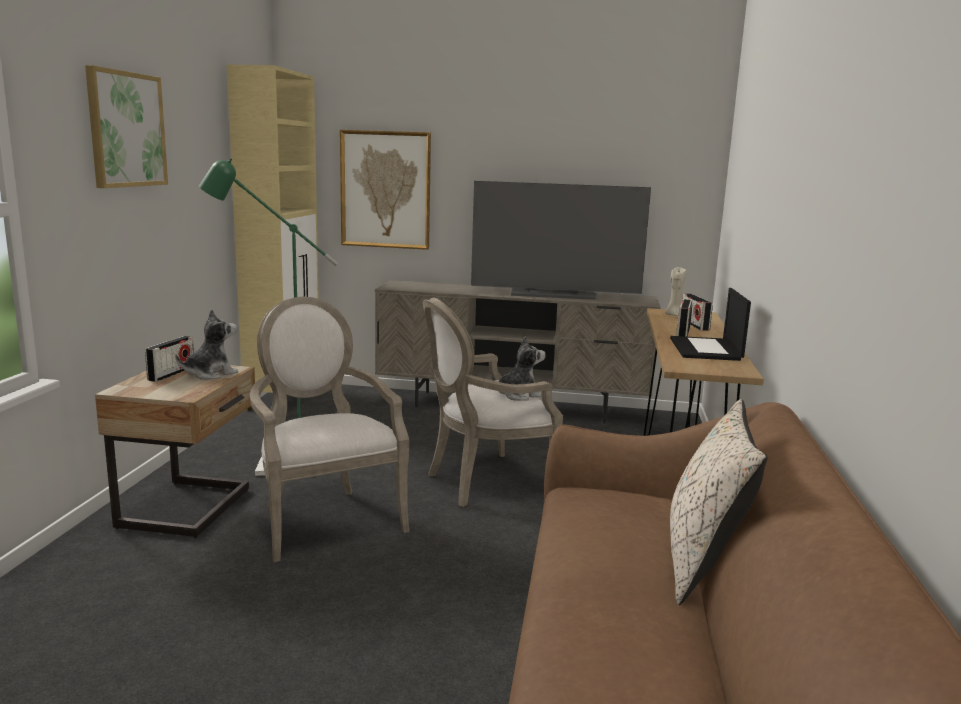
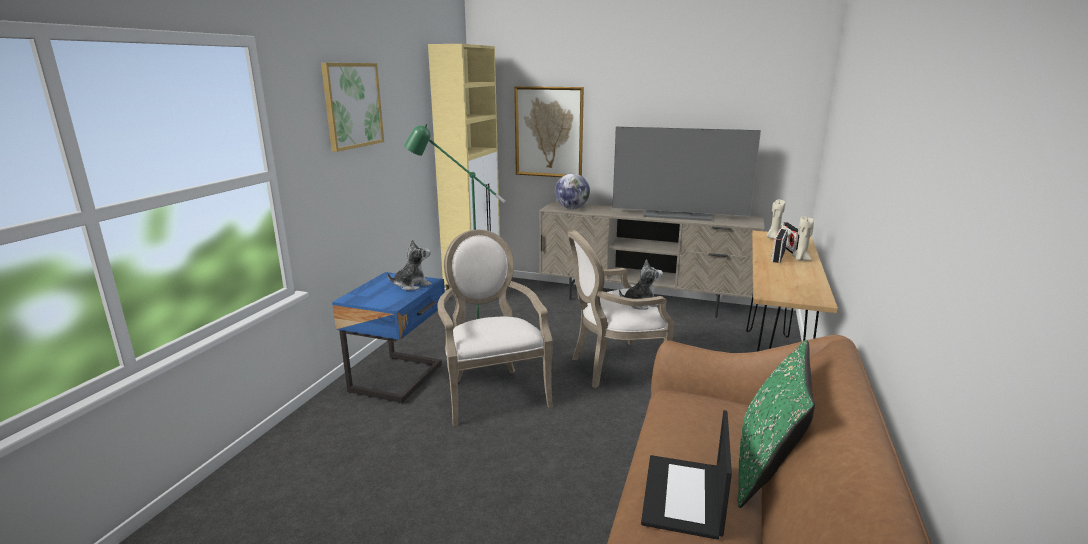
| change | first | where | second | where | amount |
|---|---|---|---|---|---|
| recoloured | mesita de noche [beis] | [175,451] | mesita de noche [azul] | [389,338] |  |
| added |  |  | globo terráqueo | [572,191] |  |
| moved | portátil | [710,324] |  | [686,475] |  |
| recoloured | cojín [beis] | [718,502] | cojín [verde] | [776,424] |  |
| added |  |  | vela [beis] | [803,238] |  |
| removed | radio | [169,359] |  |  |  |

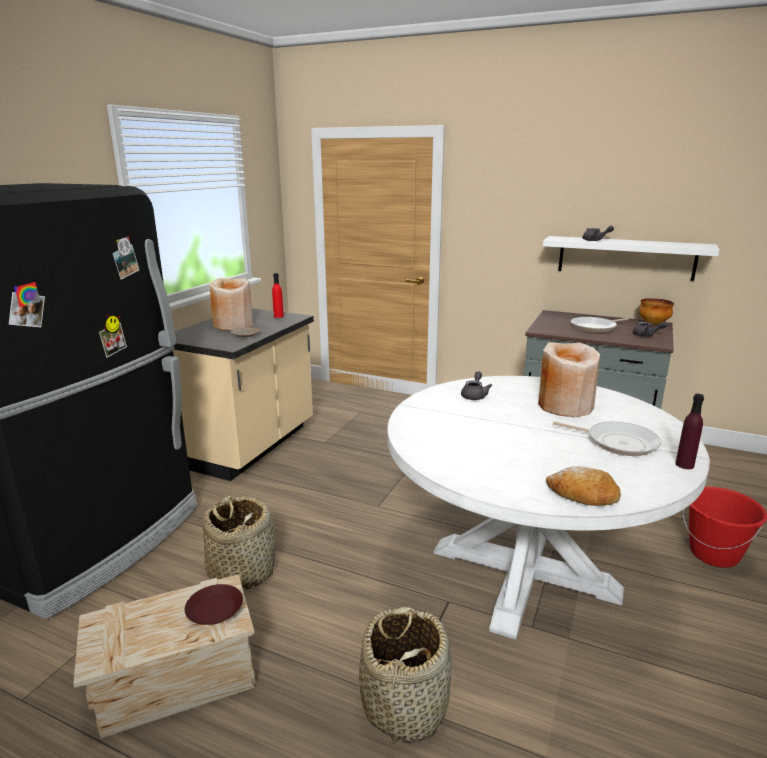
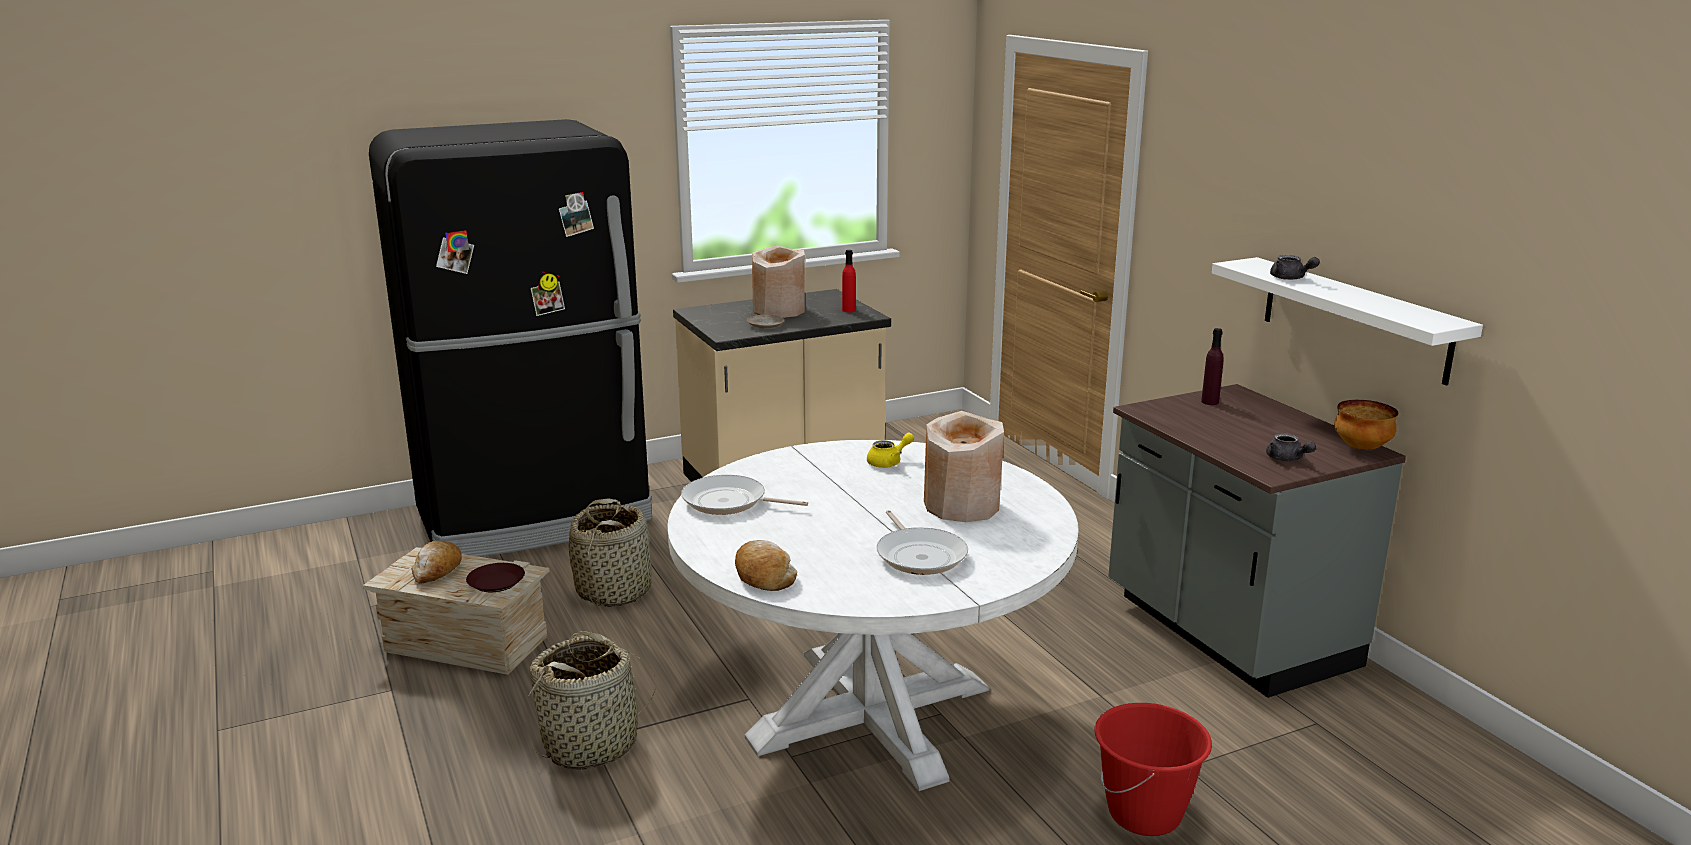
| change | first | where | second | where | amount |
|---|---|---|---|---|---|
| added |  |  | pan | [436,562] |  |
| moved | sartén | [600,325] |  | [744,495] |  |
| recoloured | tetera [gris] | [476,385] | tetera [amarillo] | [890,450] |  |
| moved | botella [morado] | [689,431] |  | [1212,366] |  |

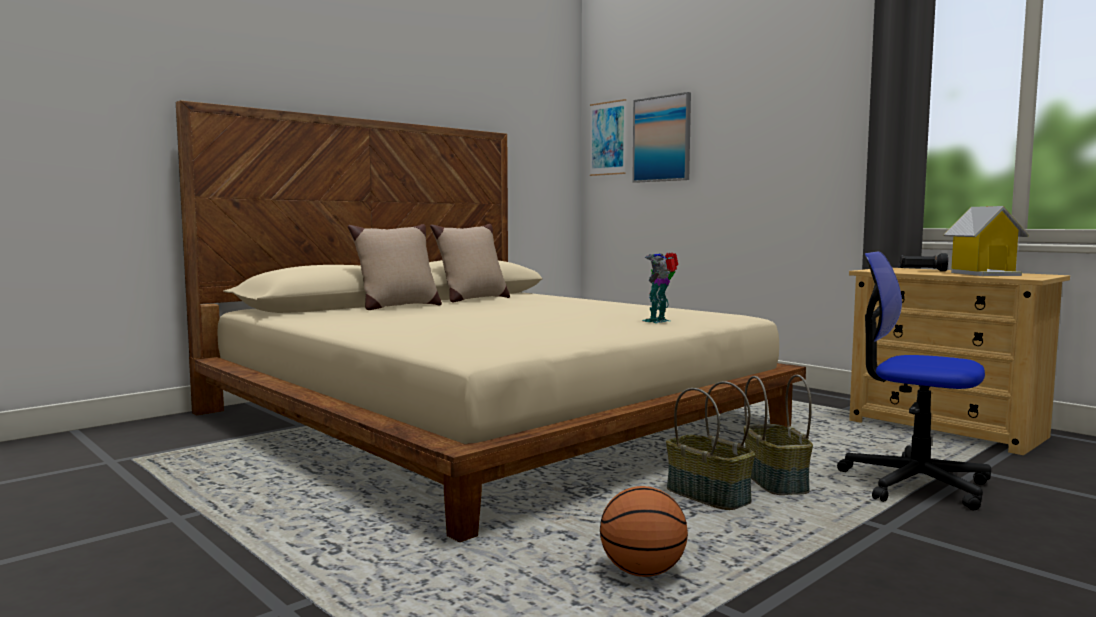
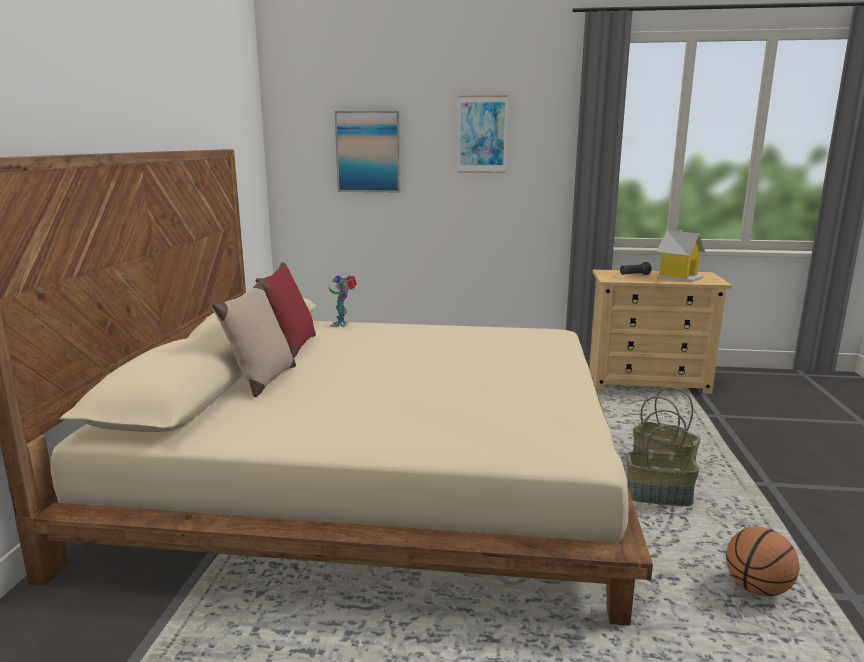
| change | first | where | second | where | amount |
|---|---|---|---|---|---|
| recoloured | cojín [beis] | [470,263] | cojín [rojo] | [286,310] |  |
| moved | robot de juguete | [660,288] |  | [343,301] |  |
| moved | cuadro | [608,137] |  | [483,134] |  |
| removed | silla de oficina | [914,381] |  |  |  |

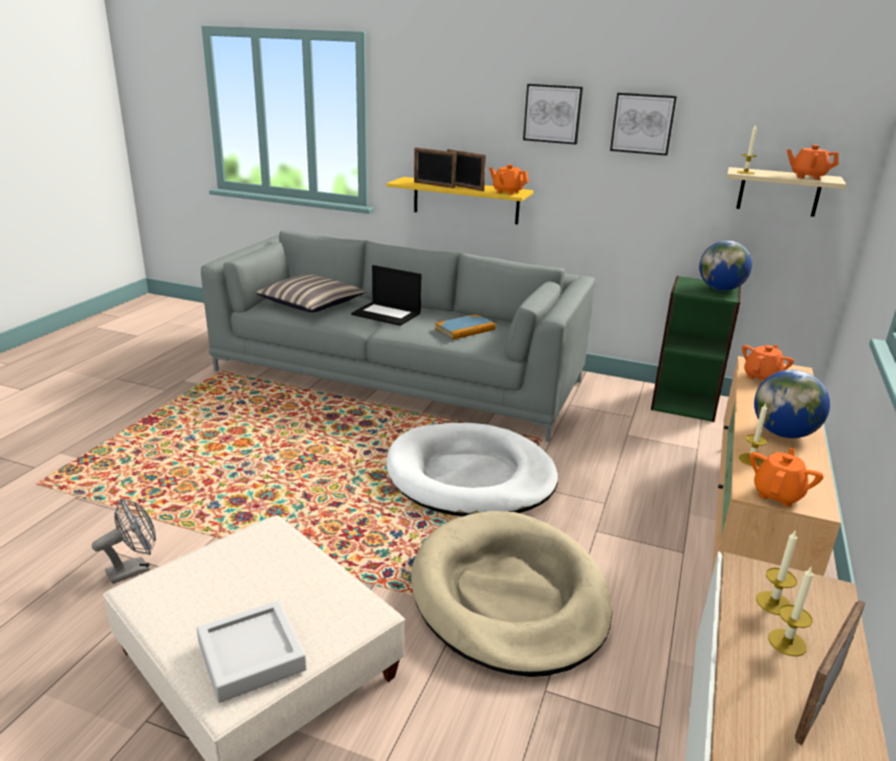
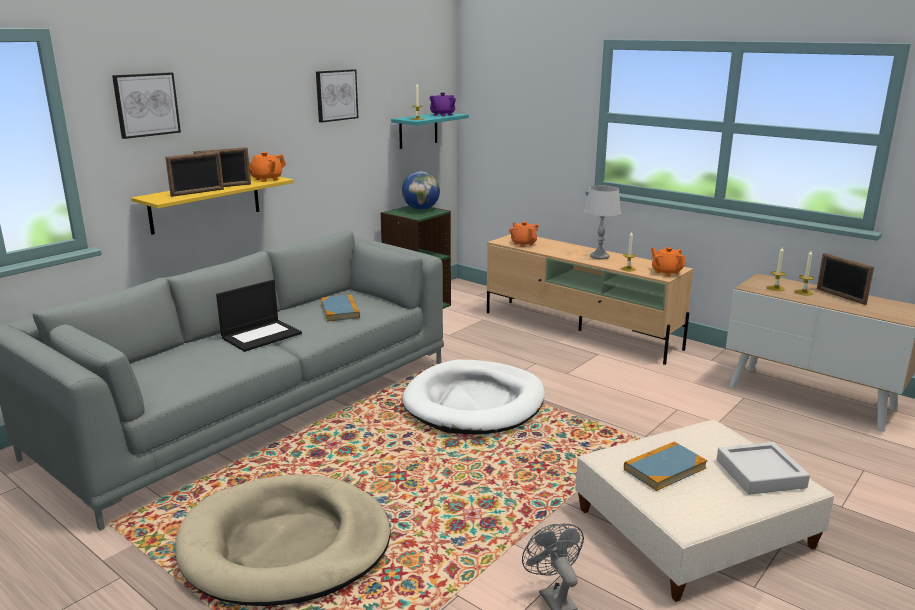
| change | first | where | second | where | amount |
|---|---|---|---|---|---|
| moved | cuadro | [553,114] |  | [146,105] |  |
| moved | cama para perro [beis] | [511,594] |  | [283,540] |  |
| recoloured | estante [beis] | [787,192] | estante [turquesa] | [430,131] |  |
| recoloured | tetera [naranja] | [813,162] | tetera [morado] | [443,104] |  |
| replaced | globo terráqueo | [792,404] | lámpara de mesa [gris] | [602,222] |  |
| added |  |  | libro | [665,466] |  |
| removed | cojín | [311,293] |  |  |  |

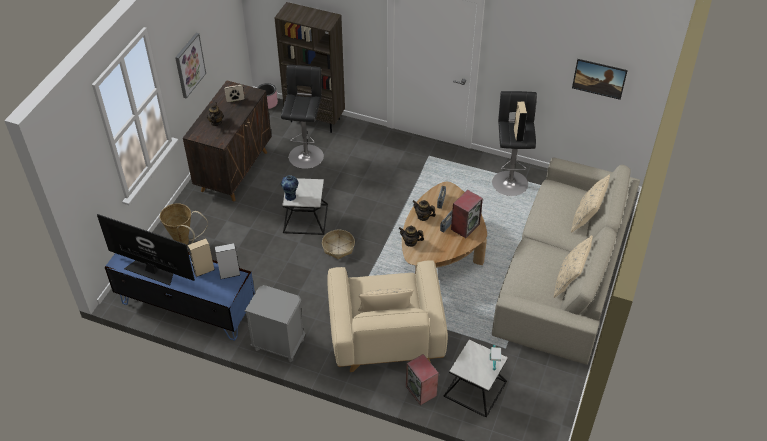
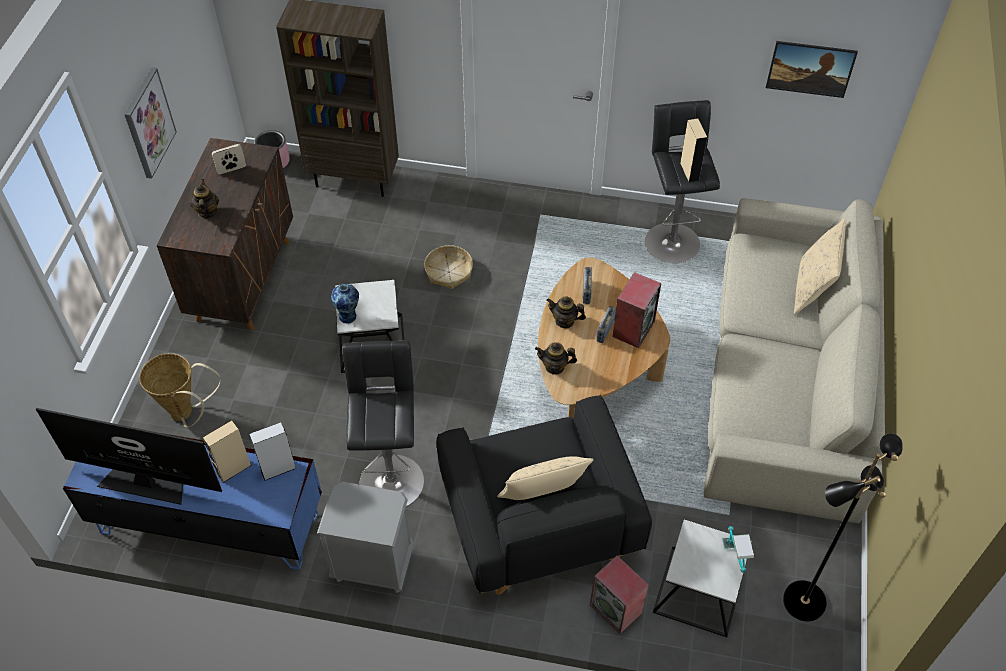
| change | first | where | second | where | amount |
|---|---|---|---|---|---|
| moved | taburete [negro] | [302,117] |  | [383,423] |  |
| moved | cesta | [338,244] |  | [448,267] |  |
| recoloured | sillón [beis] | [387,316] | sillón [negro] | [544,495] |  |
| added |  |  | lámpara de pie [negro] | [843,527] |  |
| removed | cojín [beis] | [573,266] |  |  |  |

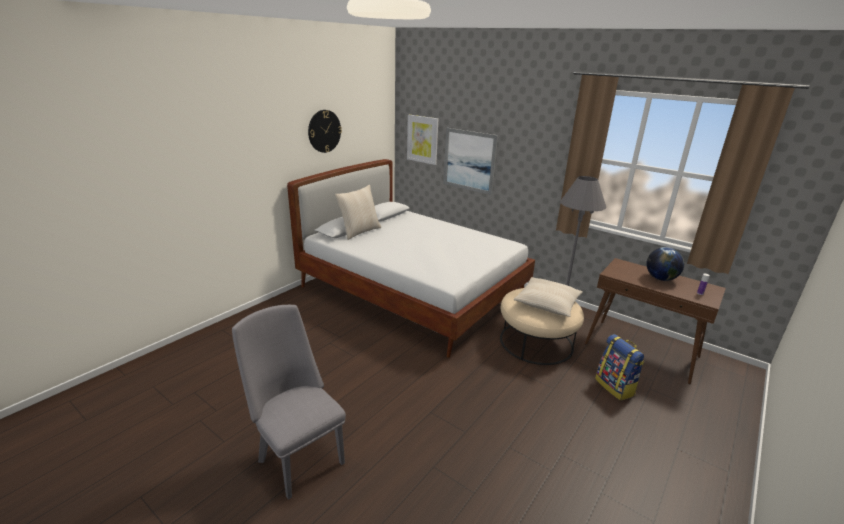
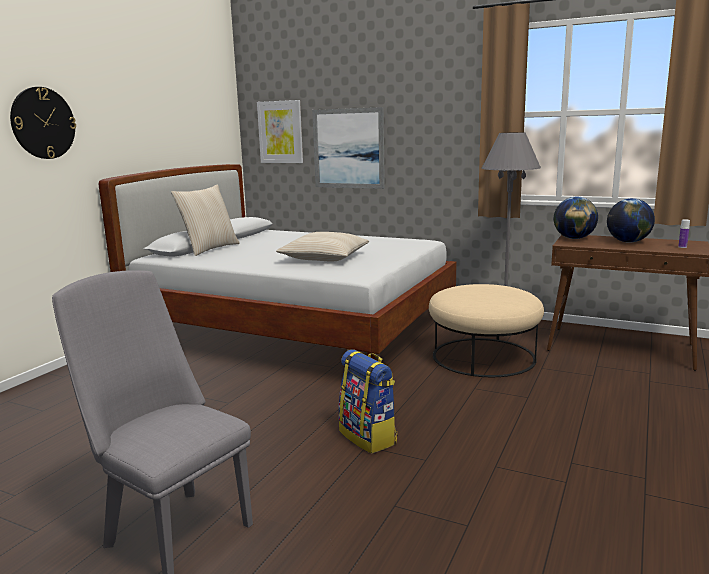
| change | first | where | second | where | amount |
|---|---|---|---|---|---|
| moved | reloj de pared | [325,131] |  | [43,123] |  |
| moved | cojín [beis] | [548,297] |  | [322,247] |  |
| moved | mochila | [619,367] |  | [368,401] |  |
| added |  |  | globo terráqueo | [576,218] |  |

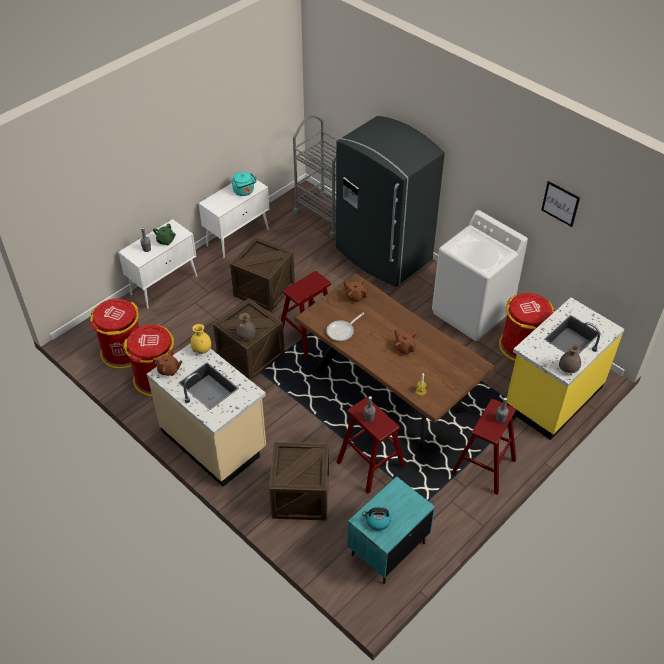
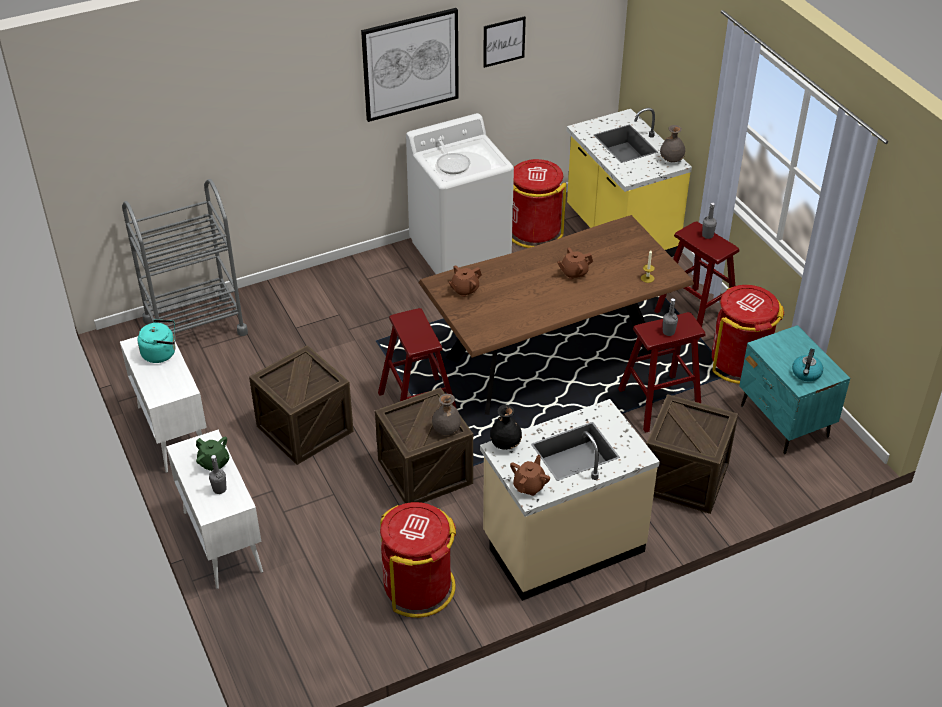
| change | first | where | second | where | amount |
|---|---|---|---|---|---|
| added |  |  | cuadro | [410,65] |  |
| moved | sartén | [346,327] |  | [453,156] |  |
| recoloured | florero [amarillo] | [201,339] | florero [negro] | [506,427] |  |
| moved | papelera [rojo] | [114,334] |  | [748,334] |  |
| removed | nevera [gris] | [390,201] |  |  |  |

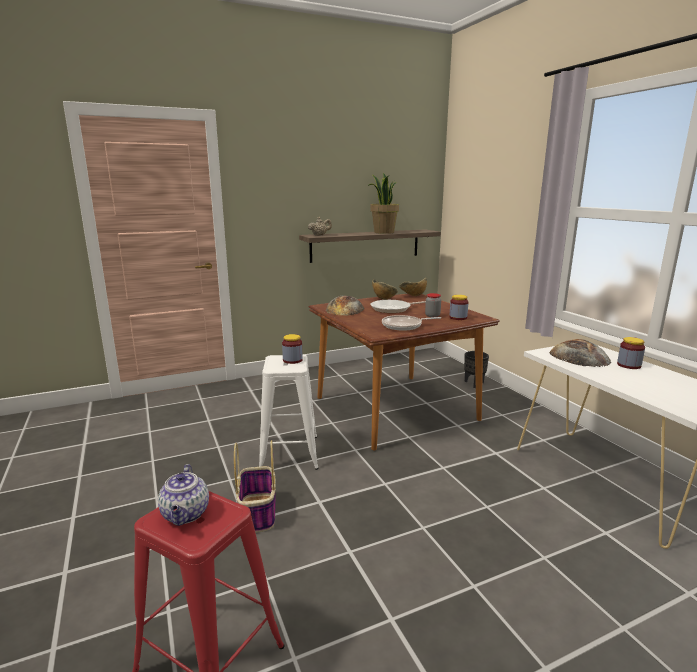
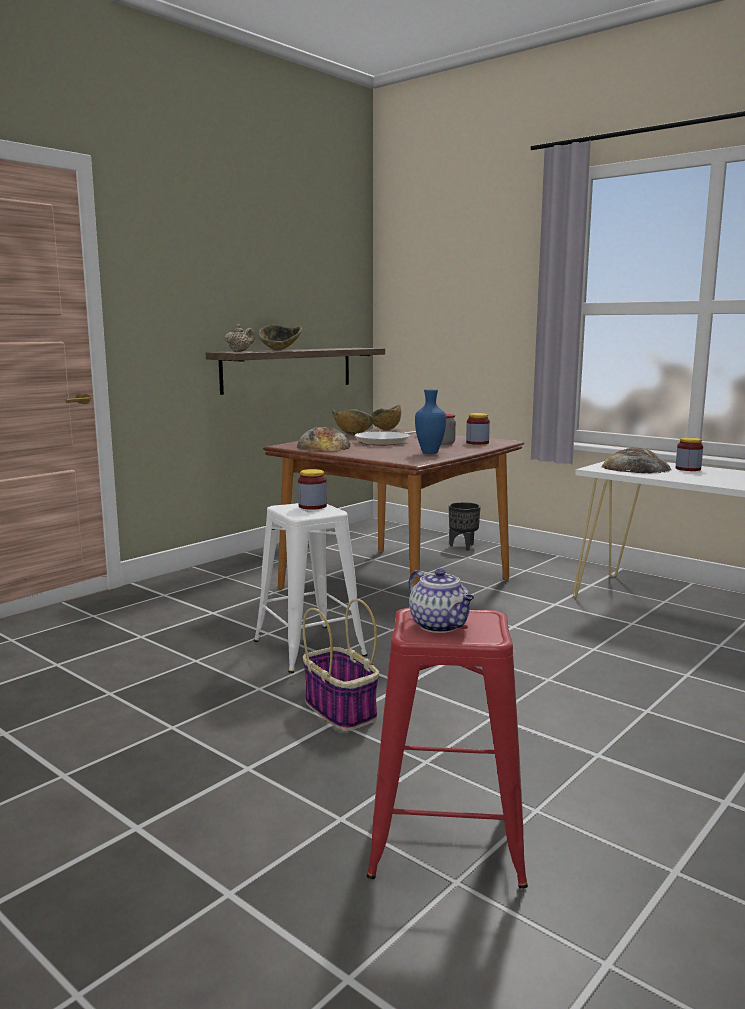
| change | first | where | second | where | amount |
|---|---|---|---|---|---|
| added |  |  | cuenco | [280,337] |  |
| replaced | sartén | [411,323] | florero [azul] | [430,421] |  |
| removed | planta en maceta | [383,203] |  |  |  |

